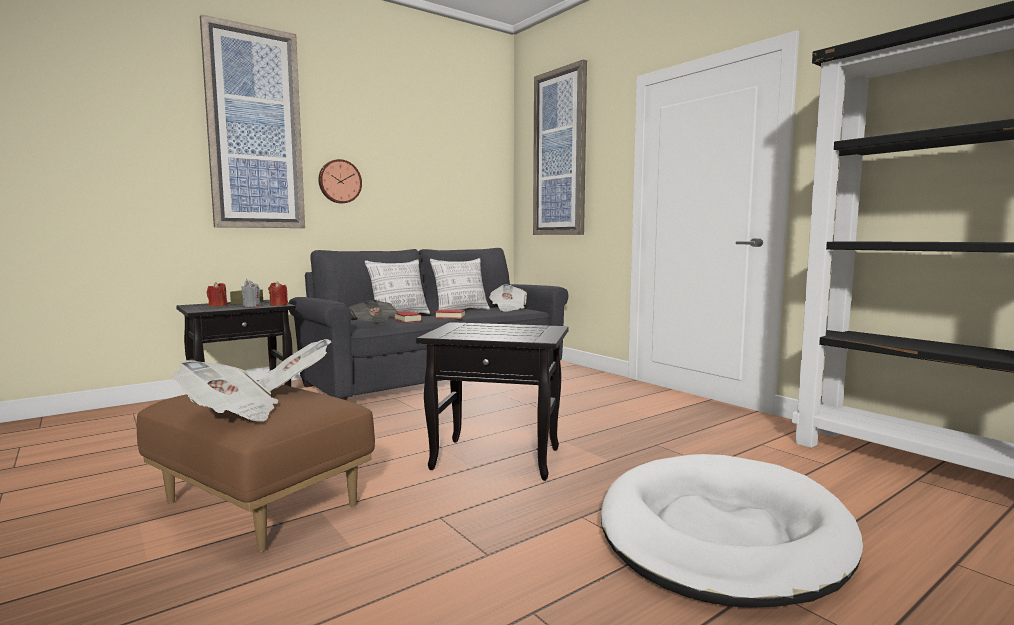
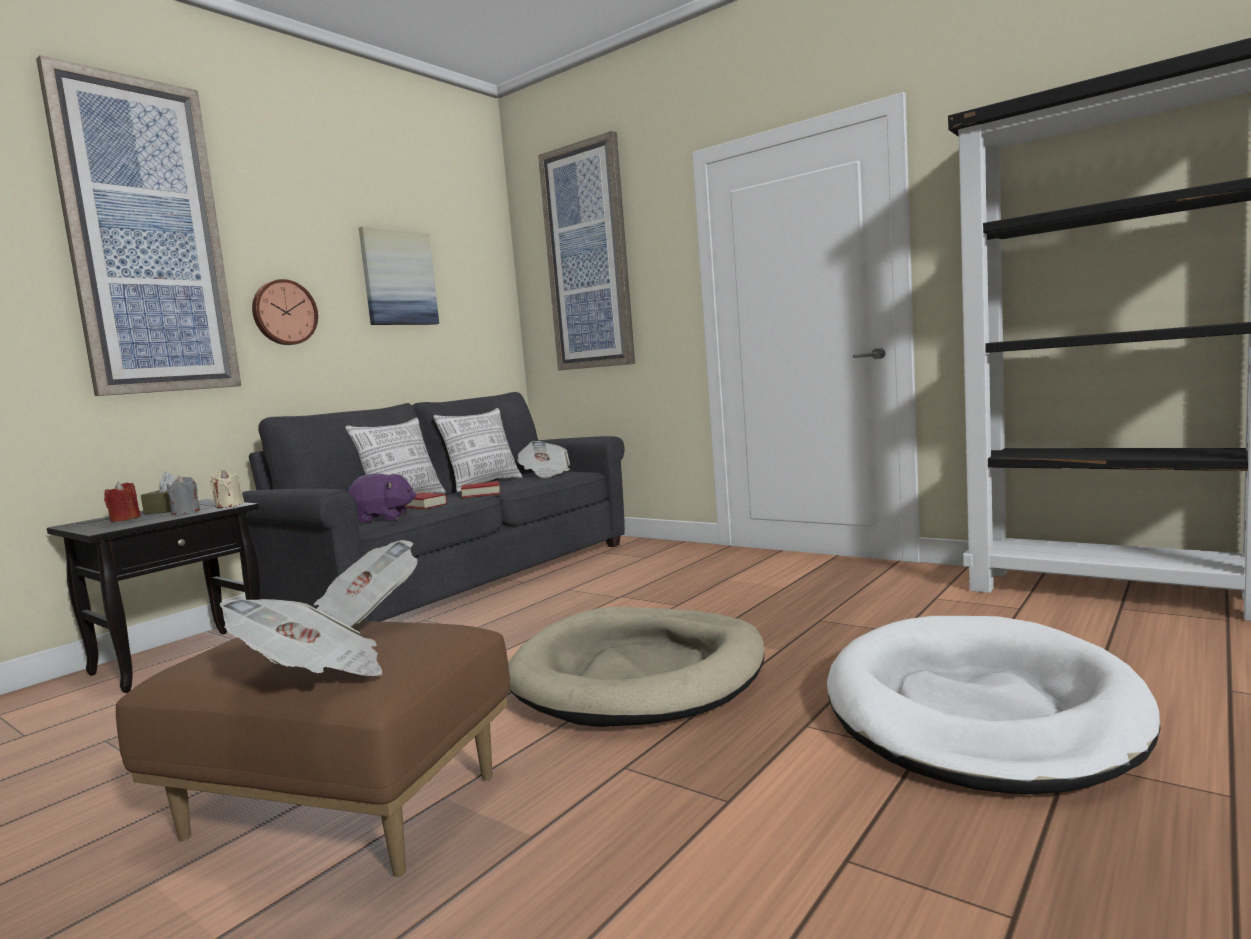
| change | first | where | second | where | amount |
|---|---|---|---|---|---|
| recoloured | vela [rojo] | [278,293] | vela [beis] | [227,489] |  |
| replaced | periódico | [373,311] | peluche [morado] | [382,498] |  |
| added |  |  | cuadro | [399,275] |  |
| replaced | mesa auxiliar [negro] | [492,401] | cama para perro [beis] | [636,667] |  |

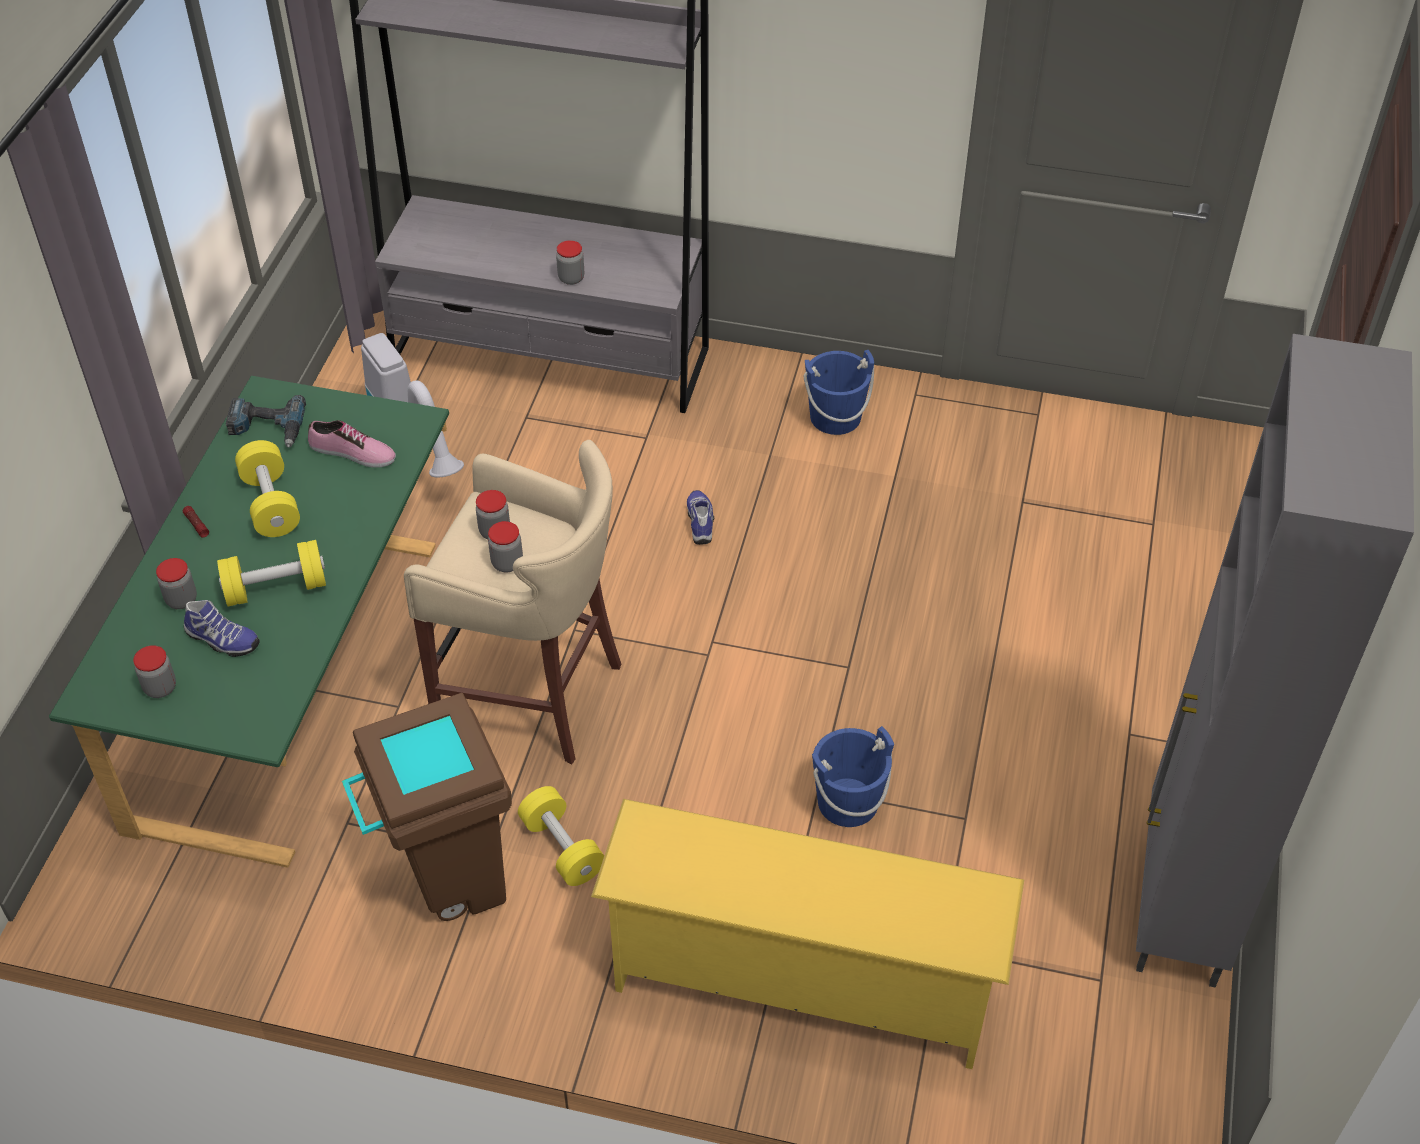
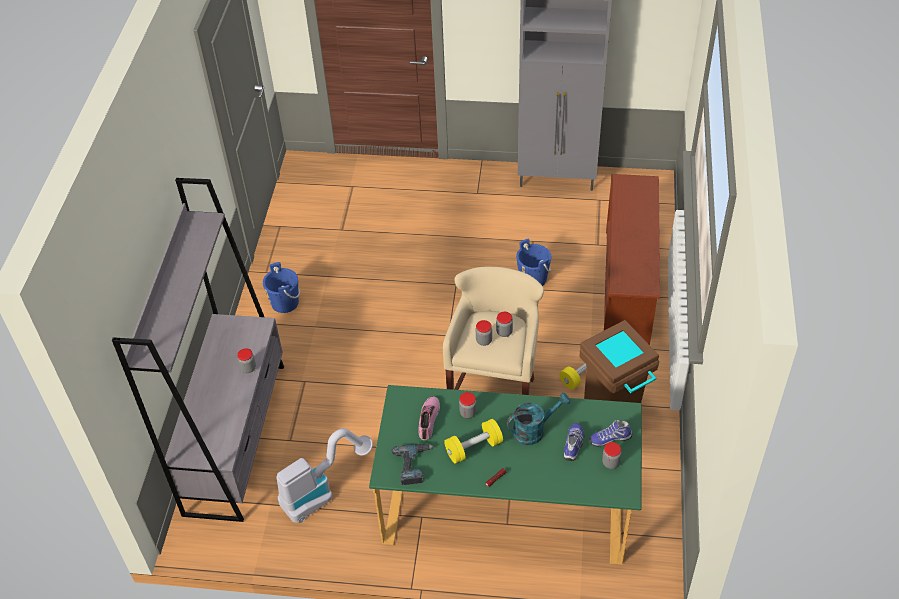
| change | first | where | second | where | amount |
|---|---|---|---|---|---|
| moved | tarro | [176,583] |  | [468,405] |  |
| replaced | mancuerna [amarillo] | [271,573] | regadera [turquesa] | [538,419] |  |
| moved | zapato | [700,517] |  | [610,433] |  |
| recoloured | zapatero [amarillo] | [807,934] | zapatero [marrón] | [632,259] |  |

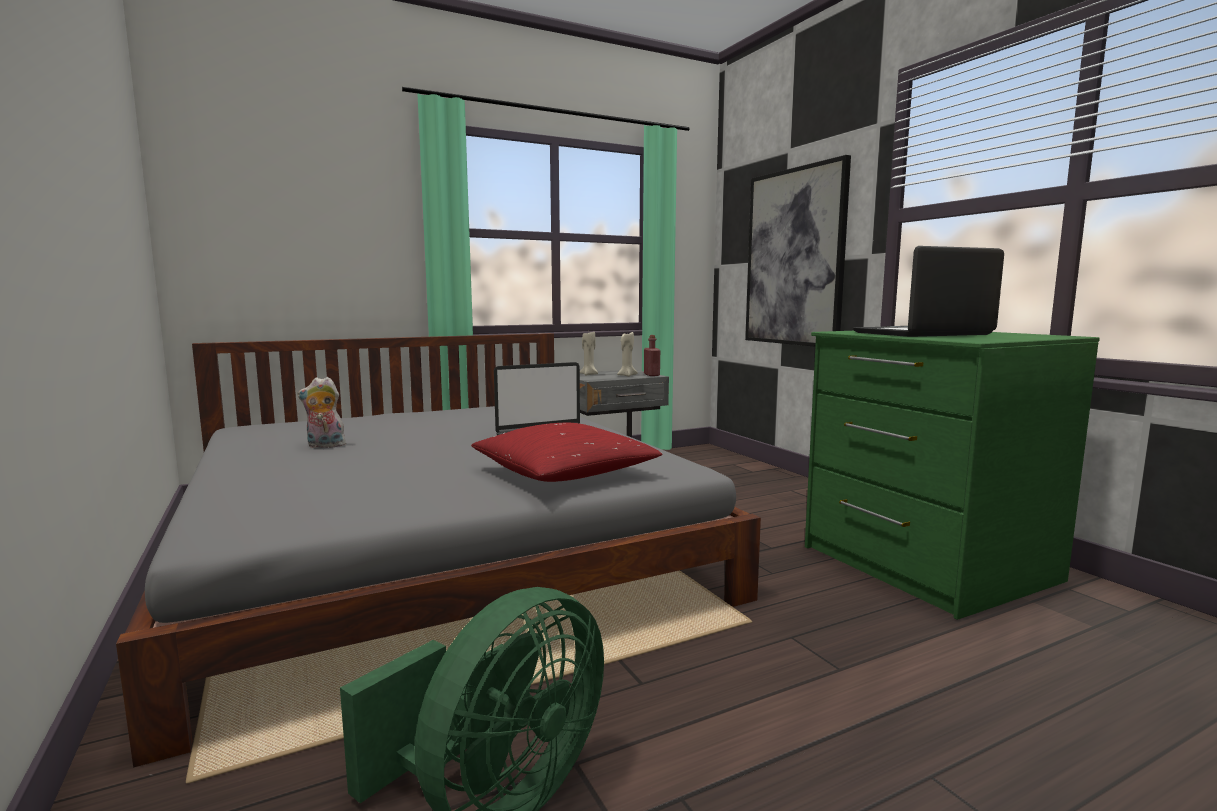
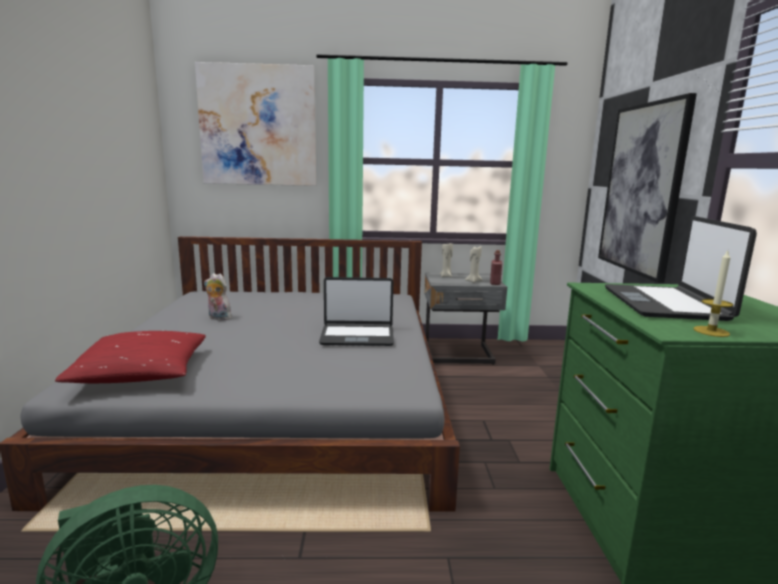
| change | first | where | second | where | amount |
|---|---|---|---|---|---|
| moved | cojín [rojo] | [566,452] |  | [130,357] |  |
| added |  |  | cuadro | [255,124] |  |
| turned | portátil | [928,291] |  | [681,268] | 90 degrees counterclockwise |
| added |  |  | vela | [713,294] |  |

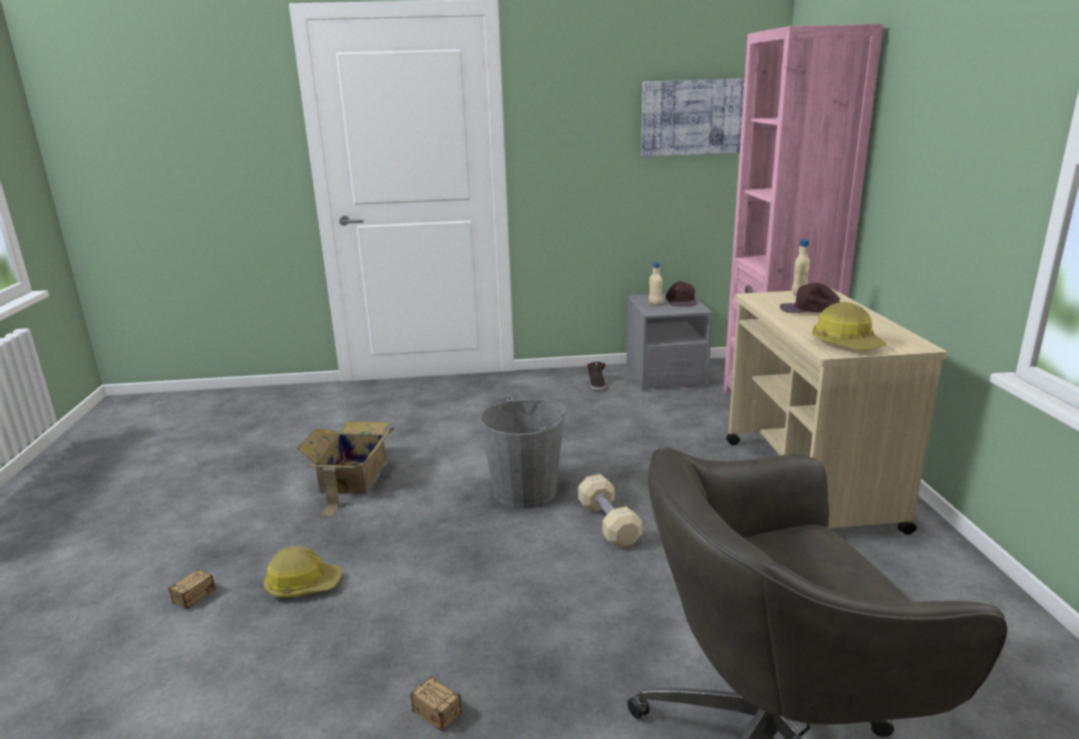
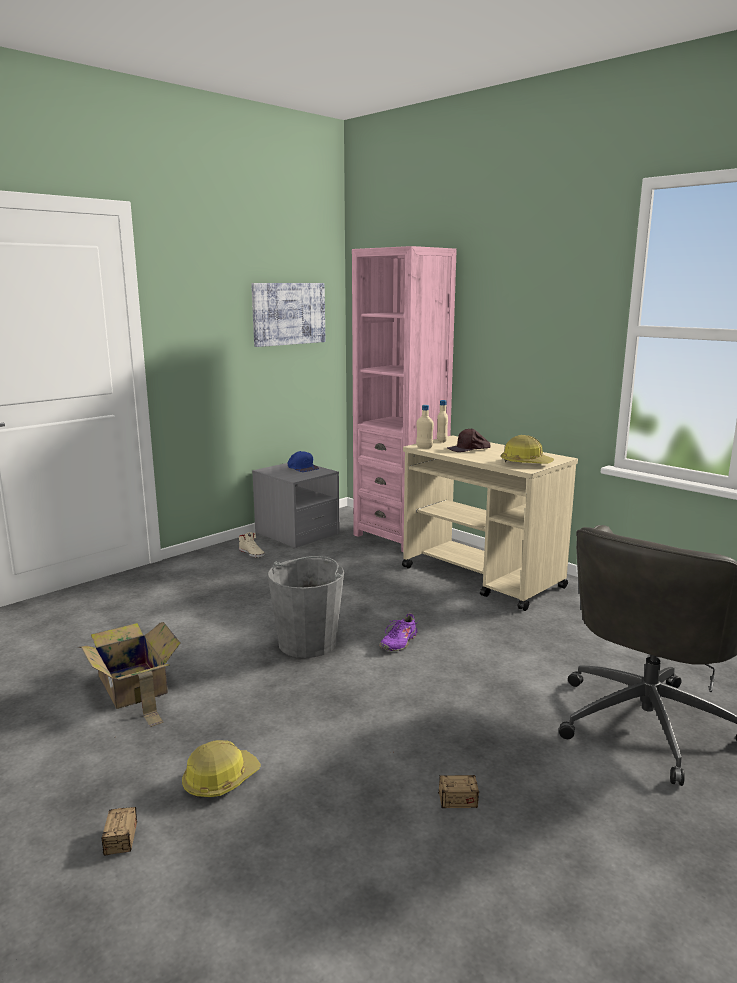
| change | first | where | second | where | amount |
|---|---|---|---|---|---|
| recoloured | zapato [negro] | [596,375] | zapato [beis] | [252,544] |  |
| recoloured | gorra [marrón] | [681,293] | gorra [azul] | [303,461] |  |
| replaced | mancuerna [beis] | [610,511] | zapato [morado] | [399,632] |  |
| moved | botella [beis] | [656,284] |  | [425,427] |  |

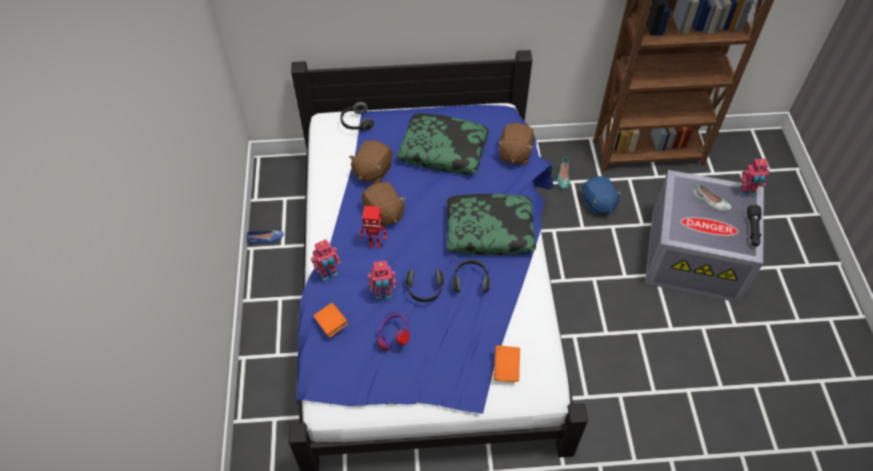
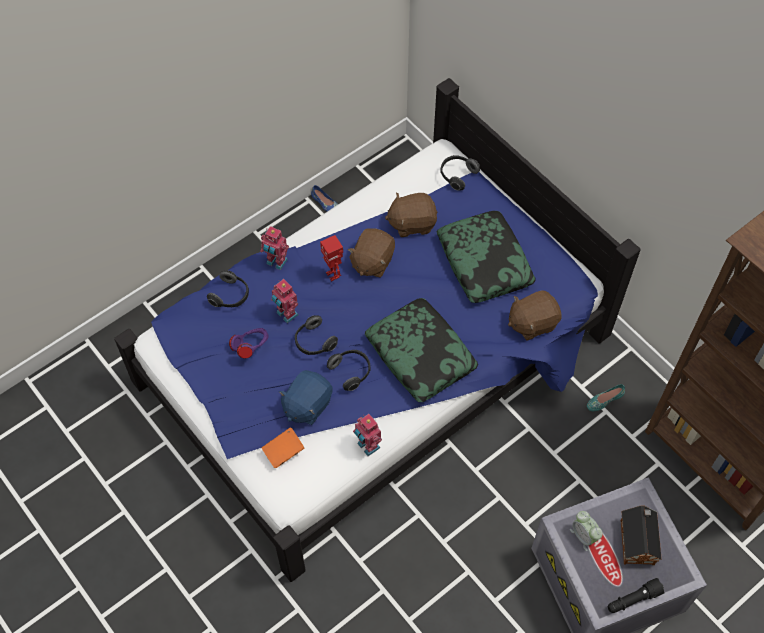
| change | first | where | second | where | amount |
|---|---|---|---|---|---|
| replaced | libro [naranja] | [330,320] | auriculares | [228,288] |  |
| moved | peluche [azul] | [602,195] |  | [306,397] |  |
| moved | robot de juguete | [754,178] |  | [367,435] |  |
| added |  |  | despertador | [586,531] |  |
| replaced | zapato [blanco] | [712,197] | casita | [641,535] |  |

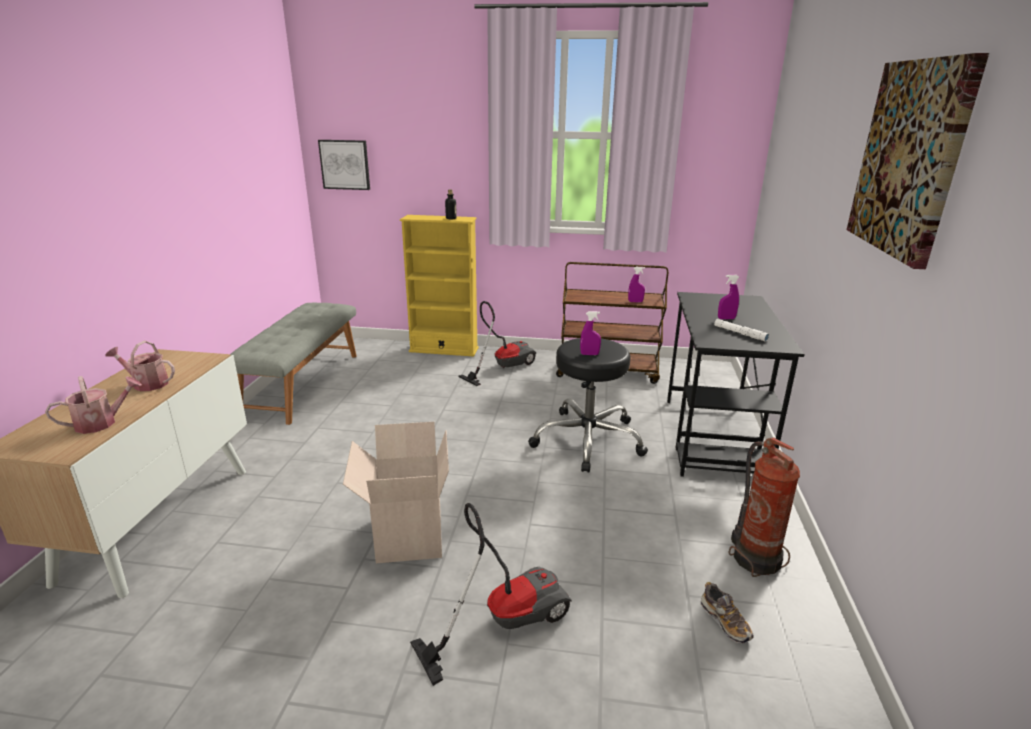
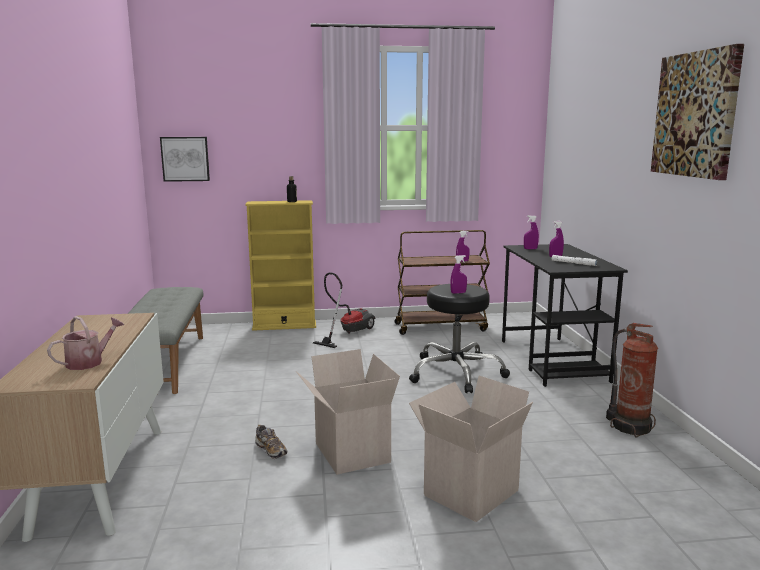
| change | first | where | second | where | amount |
|---|---|---|---|---|---|
| moved | zapato | [727,612] |  | [271,442] |  |
| replaced | aspiradora | [491,594] | caja de cartón | [471,449] |  |
| added |  |  | pulverizador [morado] | [531,232] |  |
| removed | regadera | [140,366] |  |  |  |

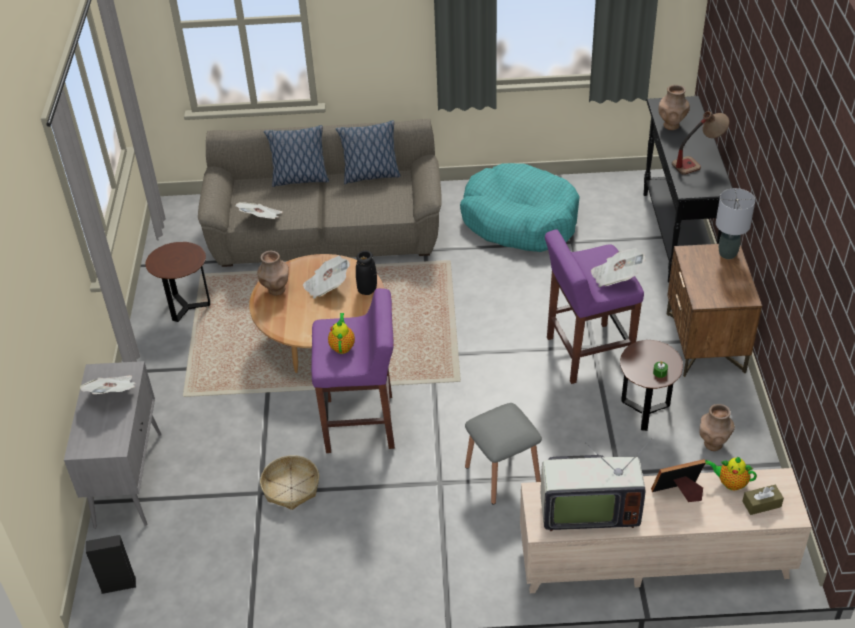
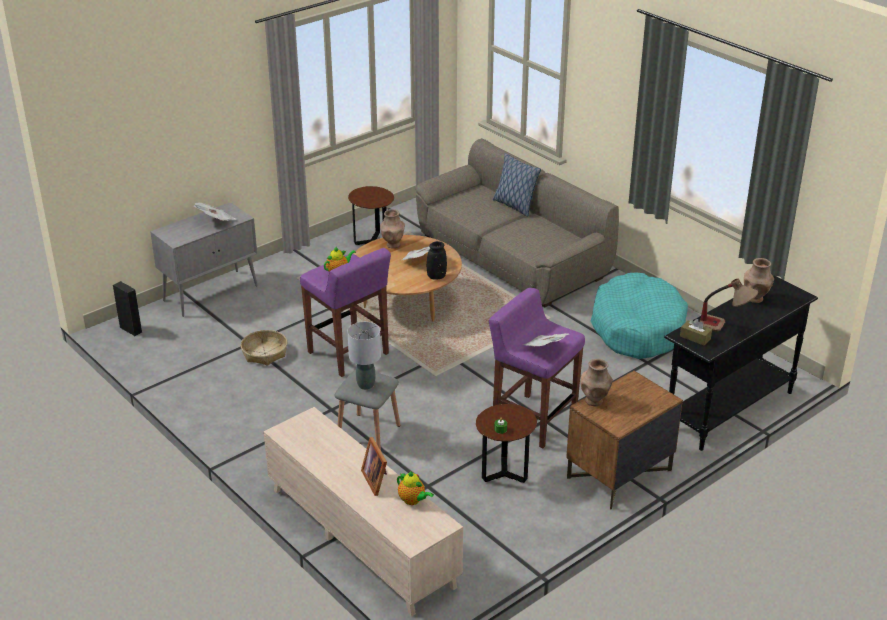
| change | first | where | second | where | amount |
|---|---|---|---|---|---|
| moved | lámpara de mesa [gris] | [735,223] |  | [364,356] |  |
| turned | portarretratos | [678,480] |  | [374,466] | 150 degrees counterclockwise |
| turned | tetera | [731,474] |  | [415,488] | 150 degrees clockwise |
| moved | florero [marrón] | [717,427] |  | [597,382] |  |
| moved | caja de pañuelos [marrón] | [763,500] |  | [696,332] |  |
| removed | periódico | [258,210] |  |  |  |
| removed | cojín | [368,152] |  |  |  |
| removed | televisor | [596,485] |  |  |  |

